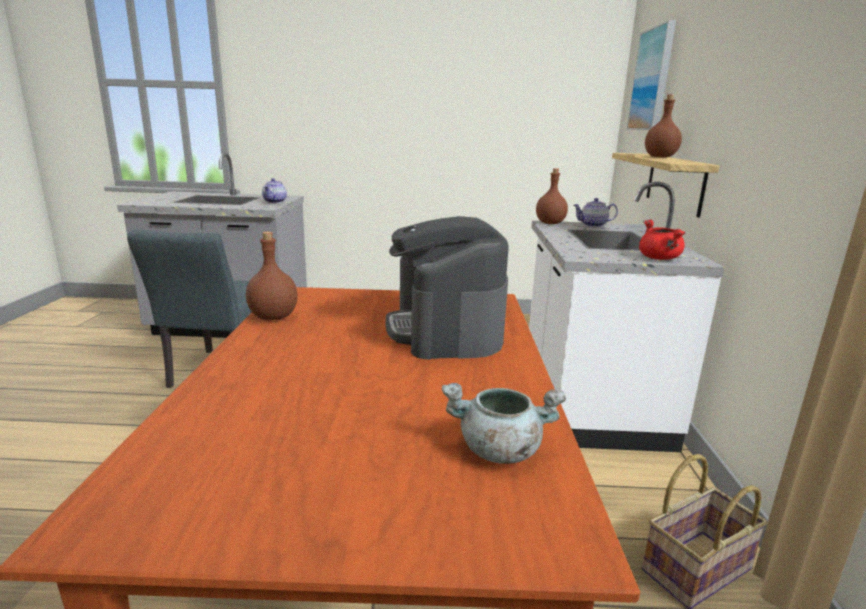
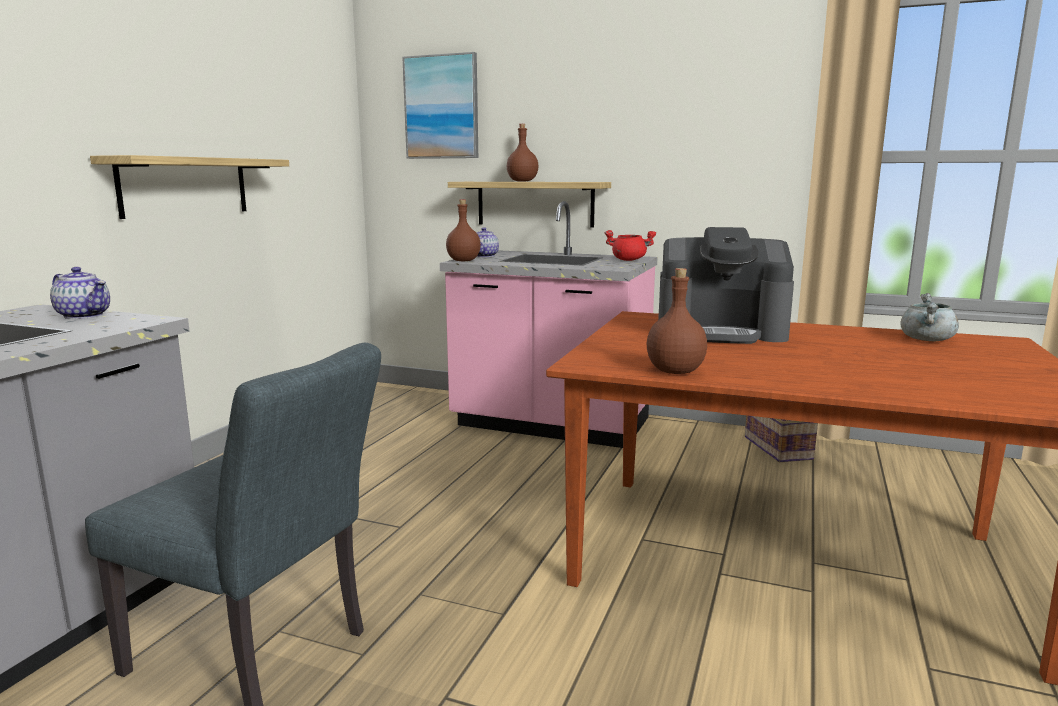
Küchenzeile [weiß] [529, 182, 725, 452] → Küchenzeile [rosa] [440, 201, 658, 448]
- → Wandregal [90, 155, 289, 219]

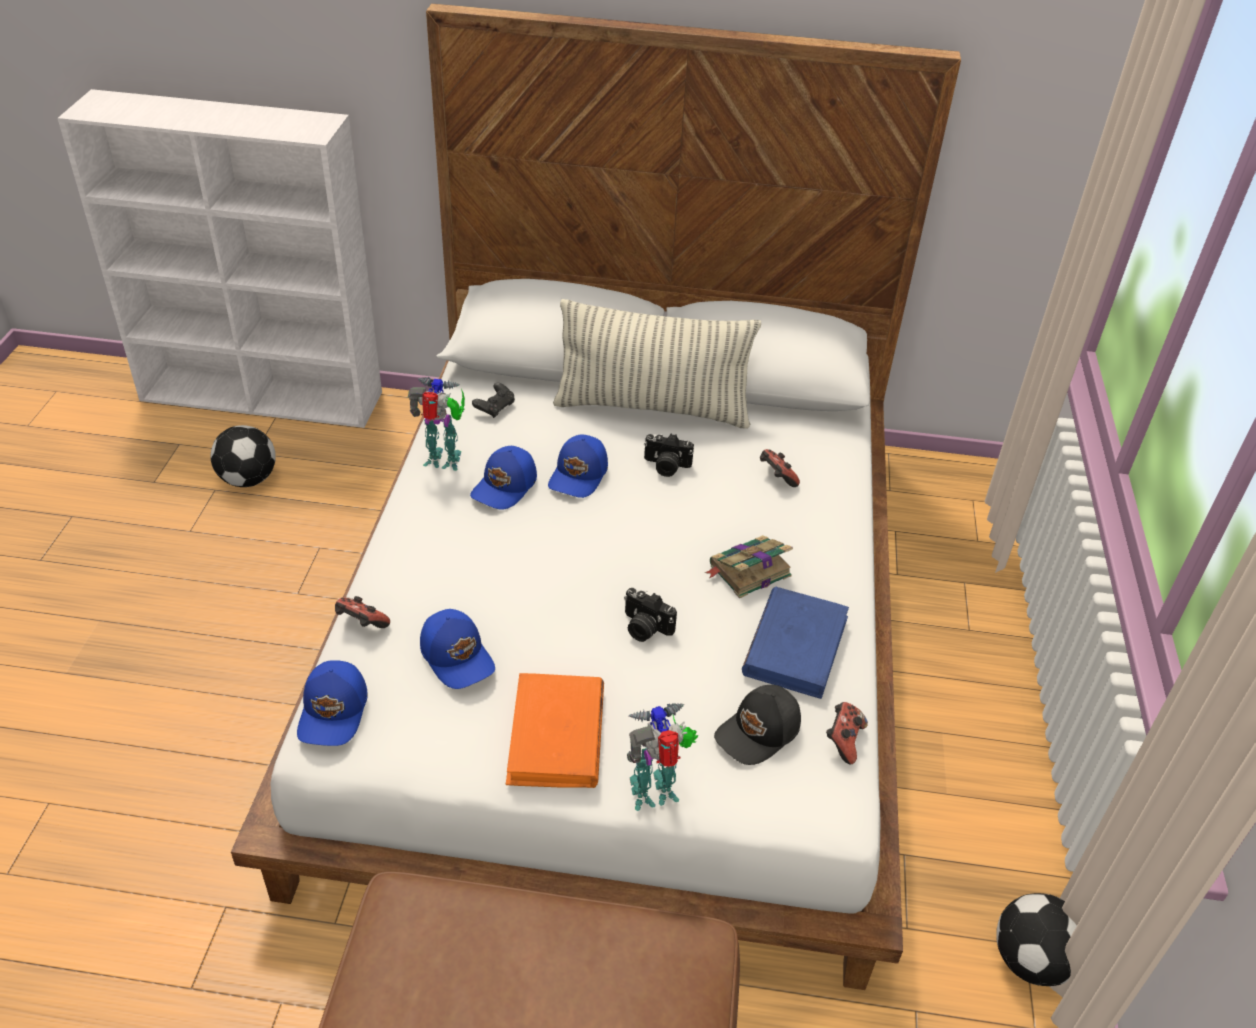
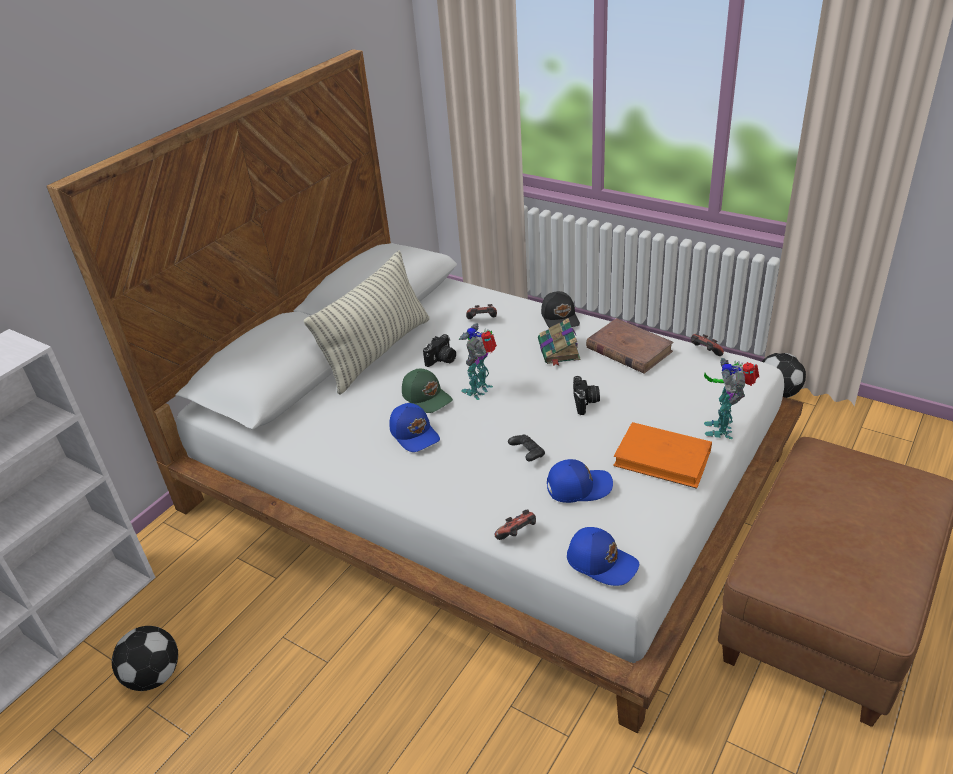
Spielzeugroboter [408, 377, 465, 471] → Spielzeugroboter [459, 323, 497, 400], moved
Gamepad [schwarz] [472, 383, 515, 418] → Gamepad [schwarz] [508, 435, 545, 461], moved
Kappe [blau] [548, 434, 608, 498] → Kappe [grün] [402, 369, 453, 413]
Kamera [624, 588, 677, 642] → Kamera [573, 376, 600, 415], 60 degrees counterclockwise
Kappe [schwarz] [714, 685, 801, 765] → Kappe [schwarz] [541, 291, 580, 328], moved
Buch [blau] [742, 587, 849, 699] → Buch [braun] [586, 318, 674, 374]

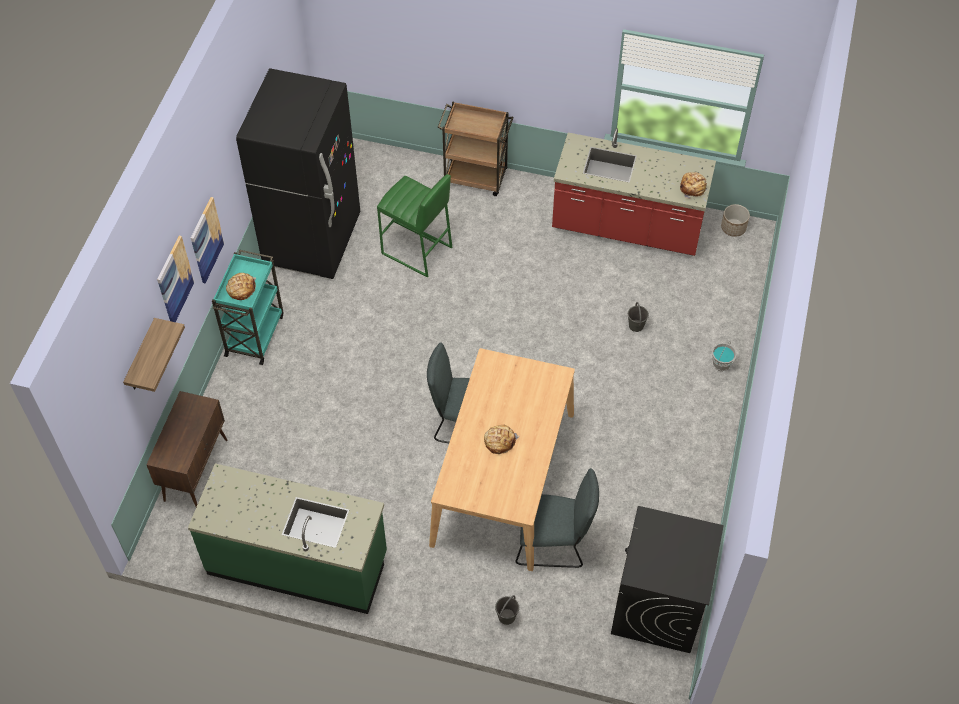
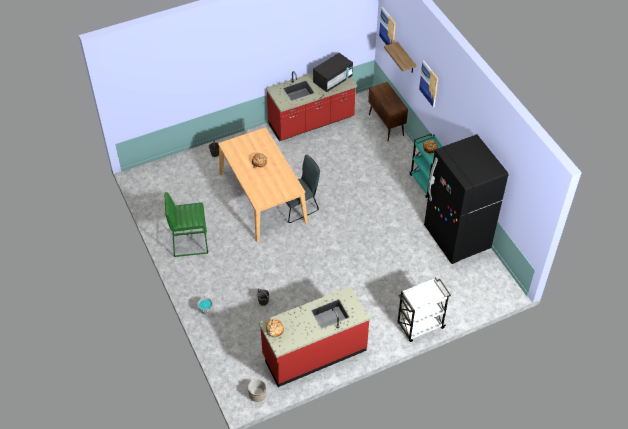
Küchenzeile [grün] [188, 463, 387, 614] → Küchenzeile [rot] [266, 71, 357, 141]
Bild [191, 197, 224, 283] → Bild [379, 7, 396, 45], moved
Hocker [grün] [377, 174, 453, 278] → Hocker [grün] [165, 192, 208, 257], moved
Rollwagen [braun] [438, 102, 514, 196] → Rollwagen [weiß] [398, 278, 451, 342]
Stuhl [grau] [515, 468, 599, 568] → -
Waschmaschine [schwarz] [611, 506, 724, 653] → -
- → Mikrowelle [schwarz] [313, 53, 353, 92]

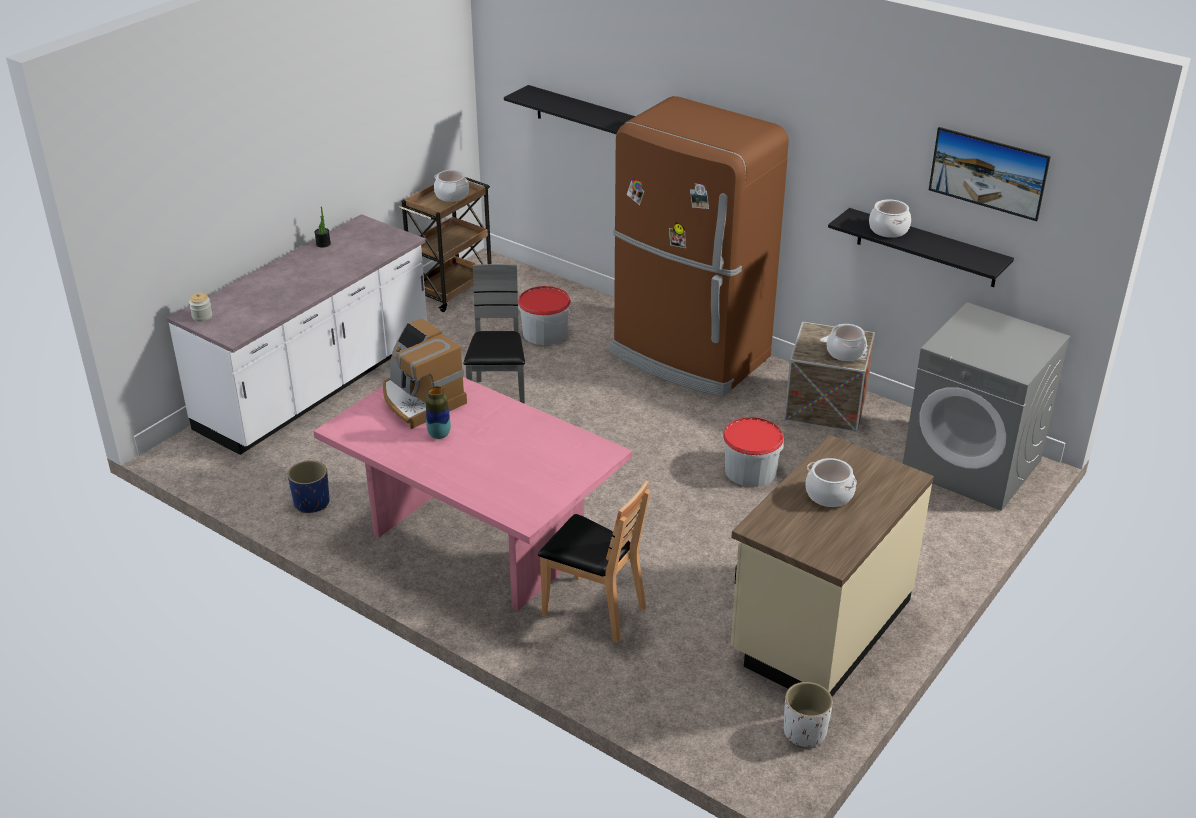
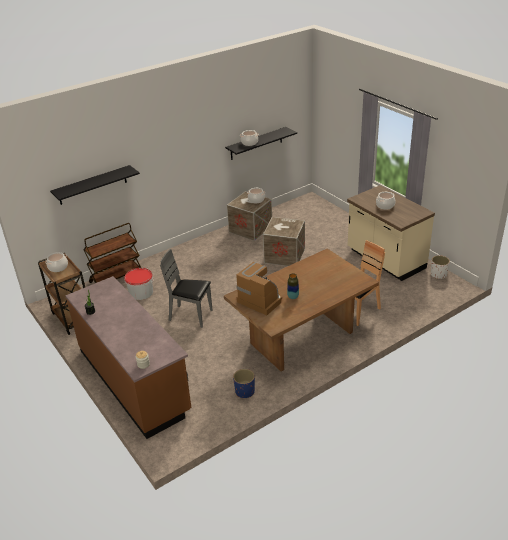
Küchenzeile [weiß] [167, 214, 427, 455] → Küchenzeile [braun] [65, 276, 192, 439]
Esstisch [rosa] [314, 377, 632, 611] → Esstisch [braun] [224, 248, 379, 372]
Kaffeemaschine [383, 318, 467, 429] → Kaffeemaschine [236, 262, 282, 315], 120 degrees counterclockwise
Kühlschrank [braun] [609, 96, 789, 397] → -
Eimer [722, 417, 784, 487] → Kiste [263, 217, 305, 266]
Waschmaschine [grau] [903, 302, 1070, 511] → -
Bild [929, 127, 1051, 221] → -
- → Rollwagen [braun] [83, 223, 141, 283]

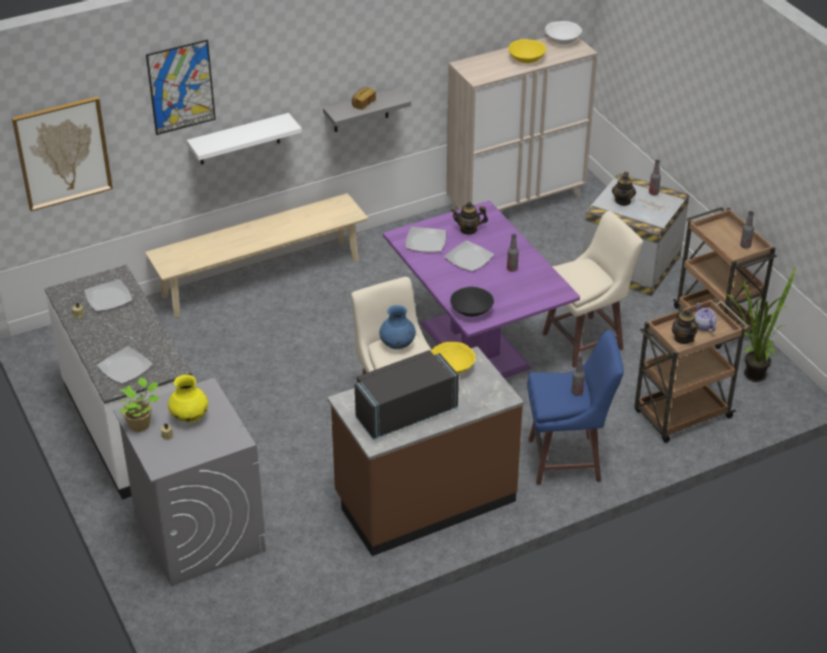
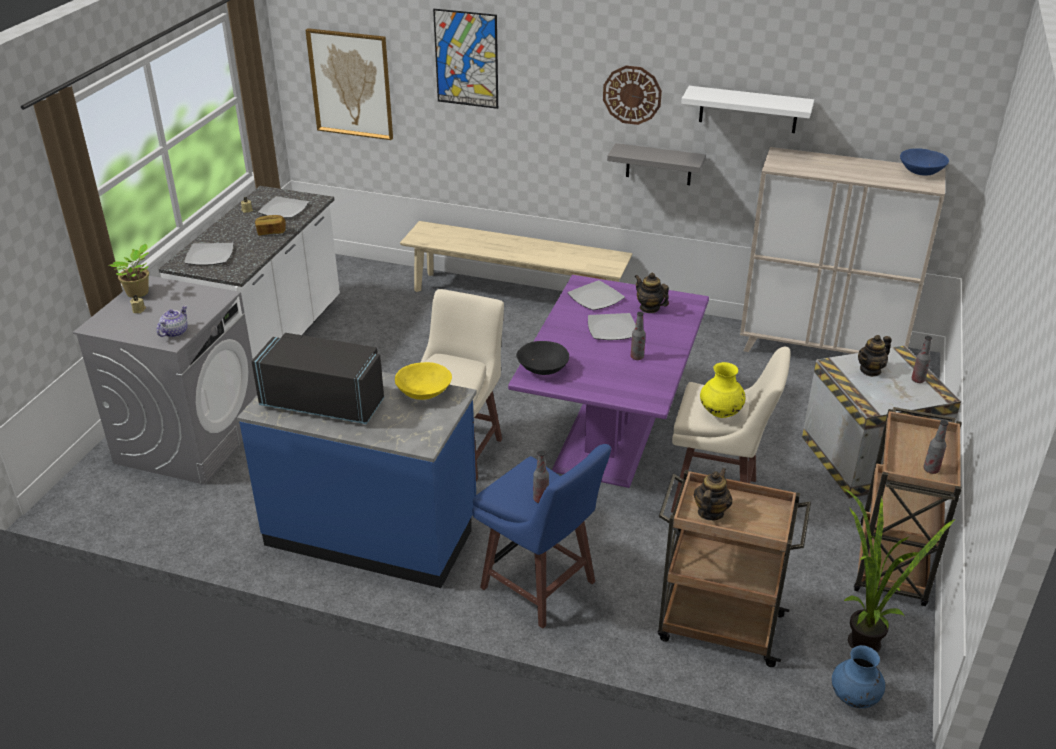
Vase [gelb] [168, 375, 208, 422] → Vase [gelb] [700, 362, 745, 418], moved
Wandregal [weiß] [187, 113, 302, 164] → Wandregal [weiß] [681, 86, 814, 133], moved
Küchenzeile [braun] [327, 346, 524, 556] → Küchenzeile [blau] [237, 372, 477, 588]
Brot [352, 87, 376, 110] → Brot [255, 215, 286, 235], moved
Vase [blau] [379, 305, 416, 349] → Vase [blau] [832, 645, 885, 708], moved
Schüssel [gelb] [508, 39, 546, 63] → -
Schüssel [weiß] [545, 21, 582, 44] → Schüssel [blau] [900, 148, 949, 176]
Teekanne [694, 303, 717, 332] → Teekanne [157, 305, 188, 337], moved
- → Wanduhr [603, 66, 662, 125]

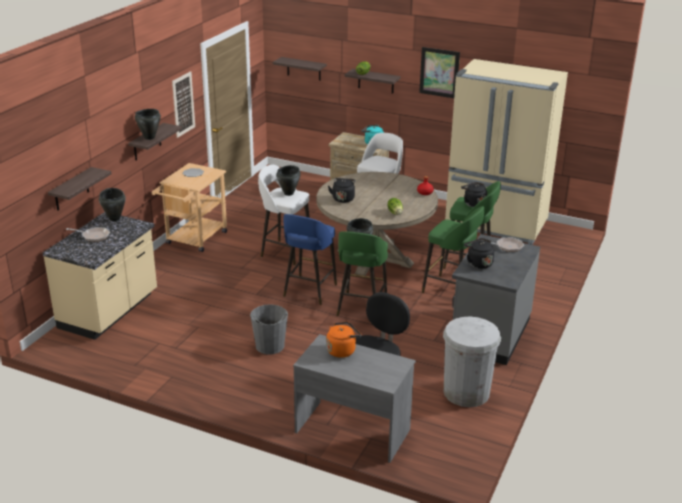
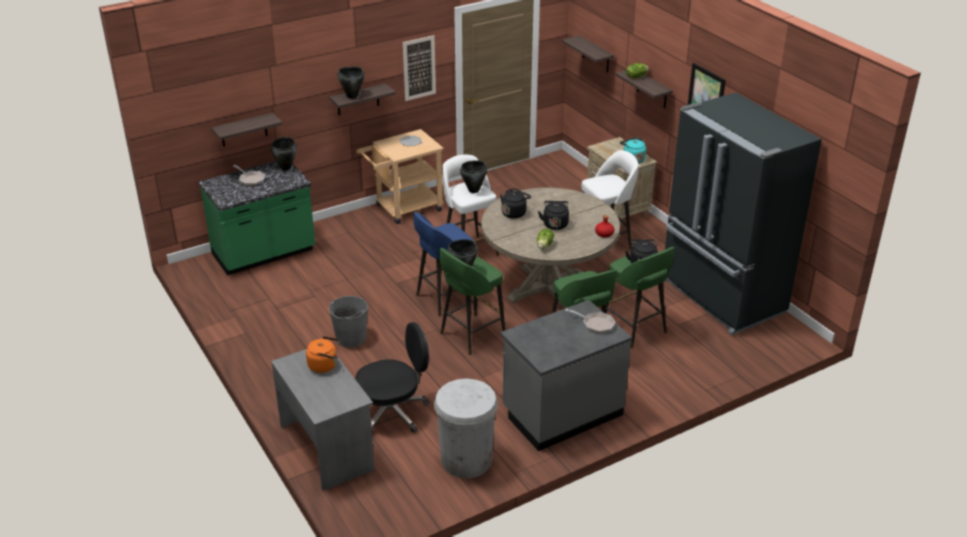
Küchenzeile [beige] [43, 212, 157, 340] → Küchenzeile [grün] [199, 161, 315, 275]
Kühlschrank [beige] [445, 59, 568, 245] → Kühlschrank [schwarz] [664, 92, 822, 335]
Wasserkessel [schwarz] [464, 238, 494, 269] → Wasserkessel [schwarz] [538, 201, 569, 230], moved

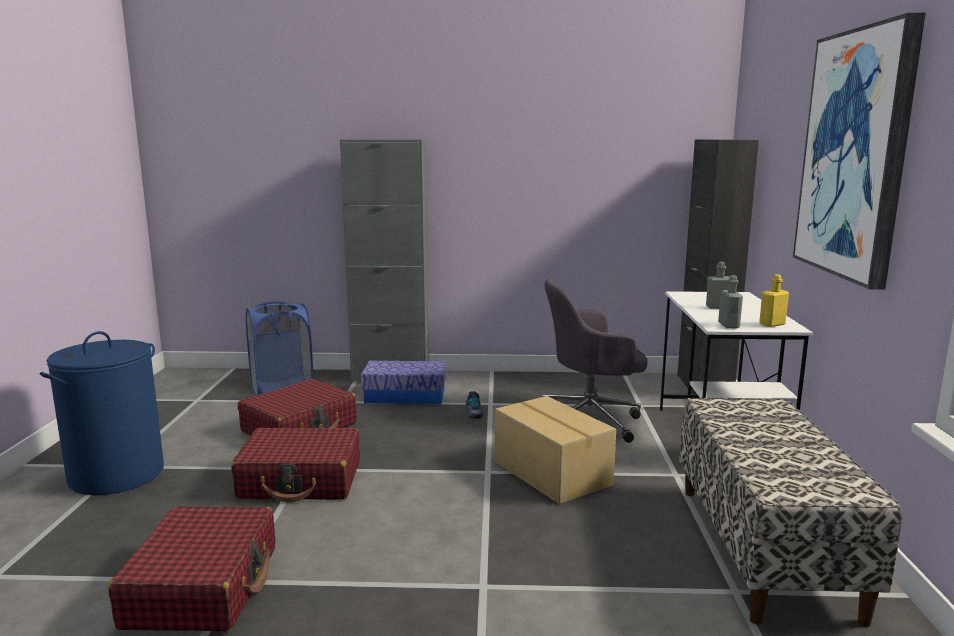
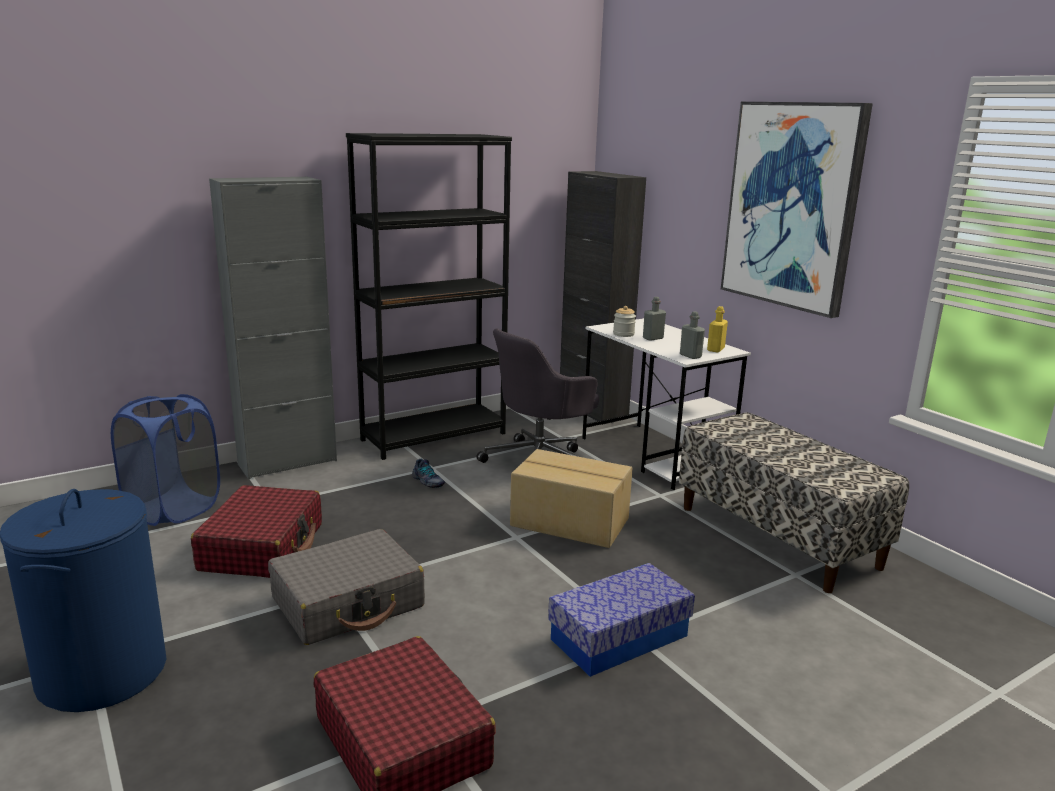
Koffer [rot] [231, 428, 360, 502] → Koffer [grau] [268, 529, 425, 645]
Aufbewahrungsbox [361, 361, 446, 404] → Aufbewahrungsbox [548, 563, 695, 677], moved
- → Bücherregal [schwarz] [346, 133, 512, 460]
- → Vorratsglas [613, 306, 636, 337]

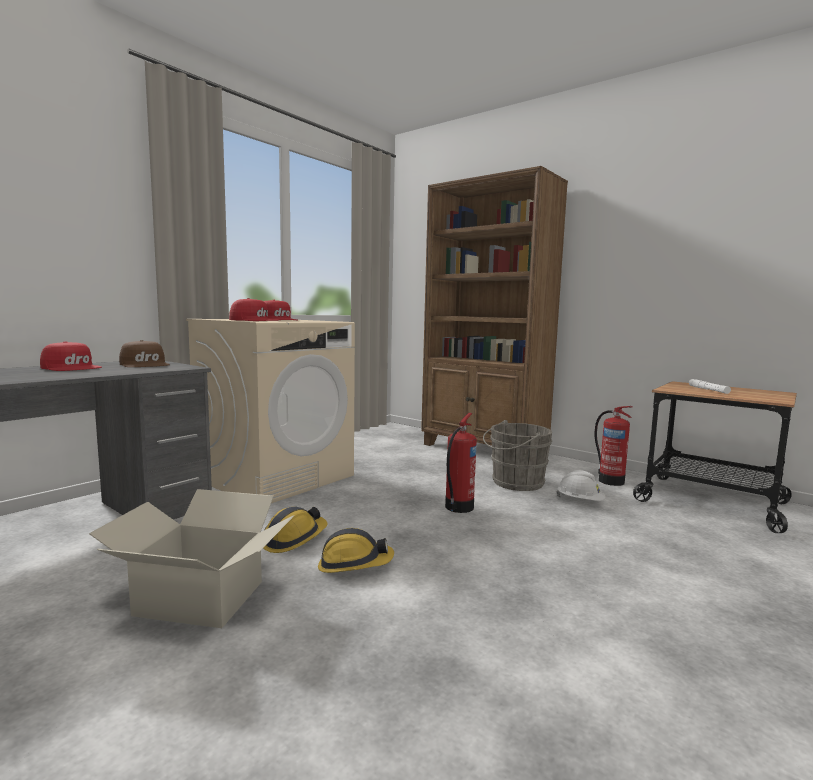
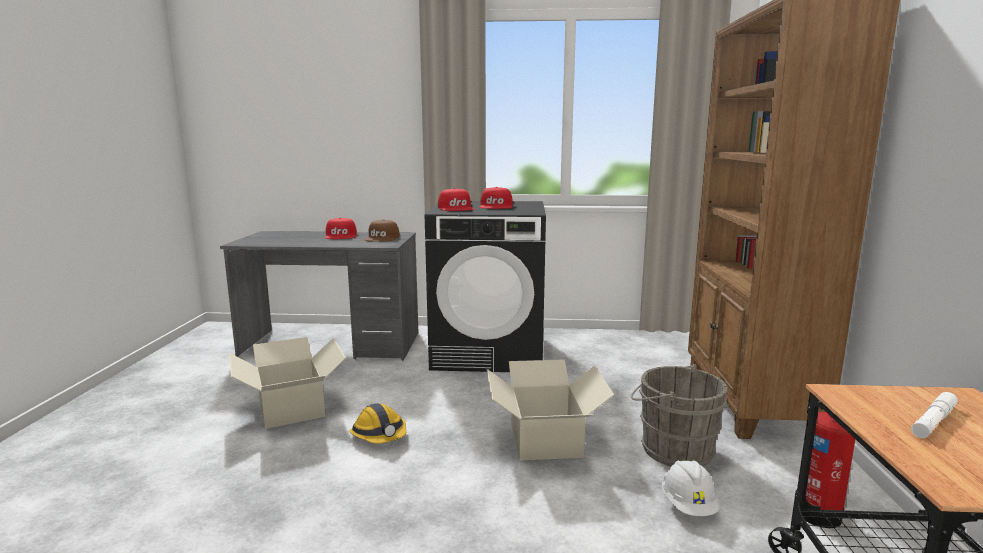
Waschmaschine [beige] [186, 319, 355, 503] → Waschmaschine [schwarz] [425, 201, 546, 372]
Schutzhelm [263, 507, 327, 553] → -
Feuerlöscher [445, 413, 477, 513] → Karton [487, 359, 614, 461]

